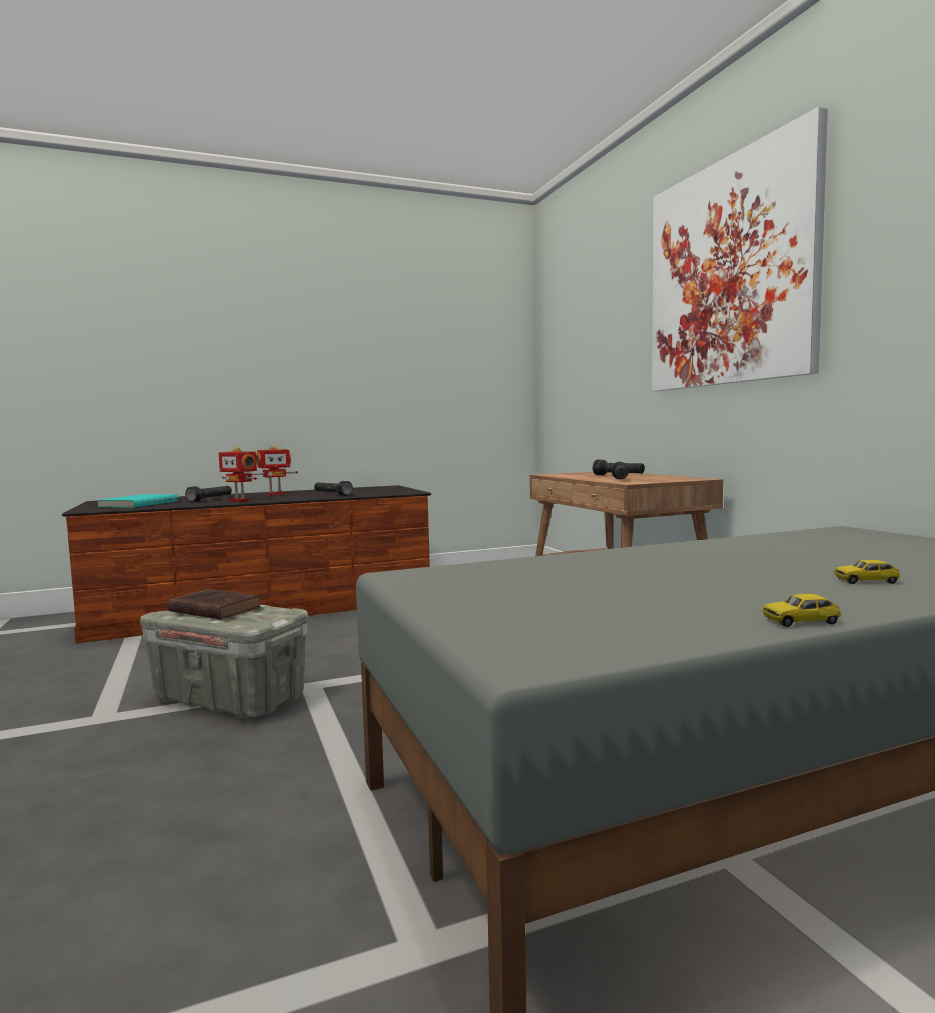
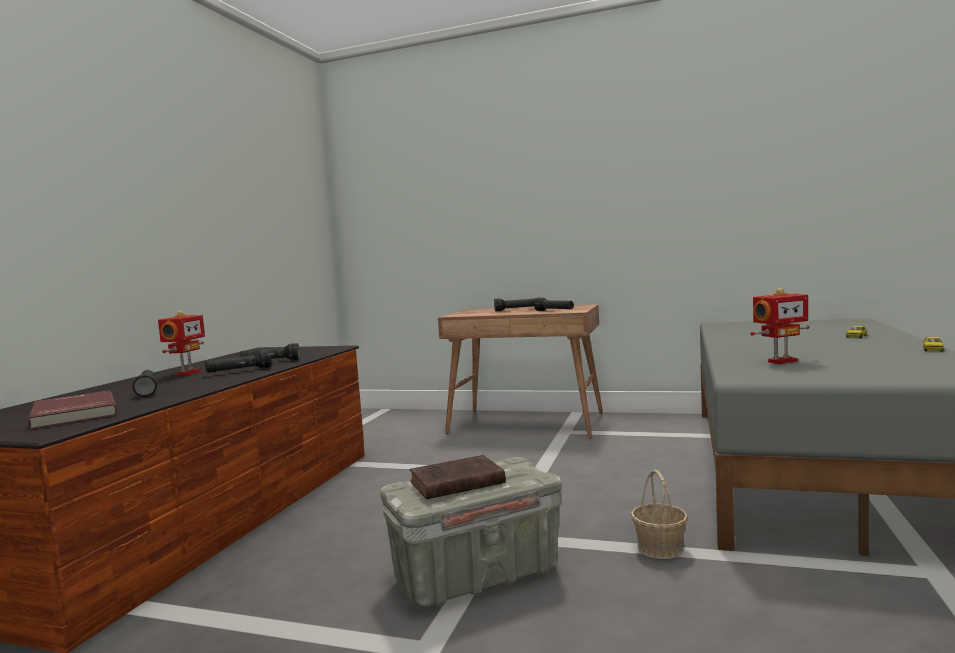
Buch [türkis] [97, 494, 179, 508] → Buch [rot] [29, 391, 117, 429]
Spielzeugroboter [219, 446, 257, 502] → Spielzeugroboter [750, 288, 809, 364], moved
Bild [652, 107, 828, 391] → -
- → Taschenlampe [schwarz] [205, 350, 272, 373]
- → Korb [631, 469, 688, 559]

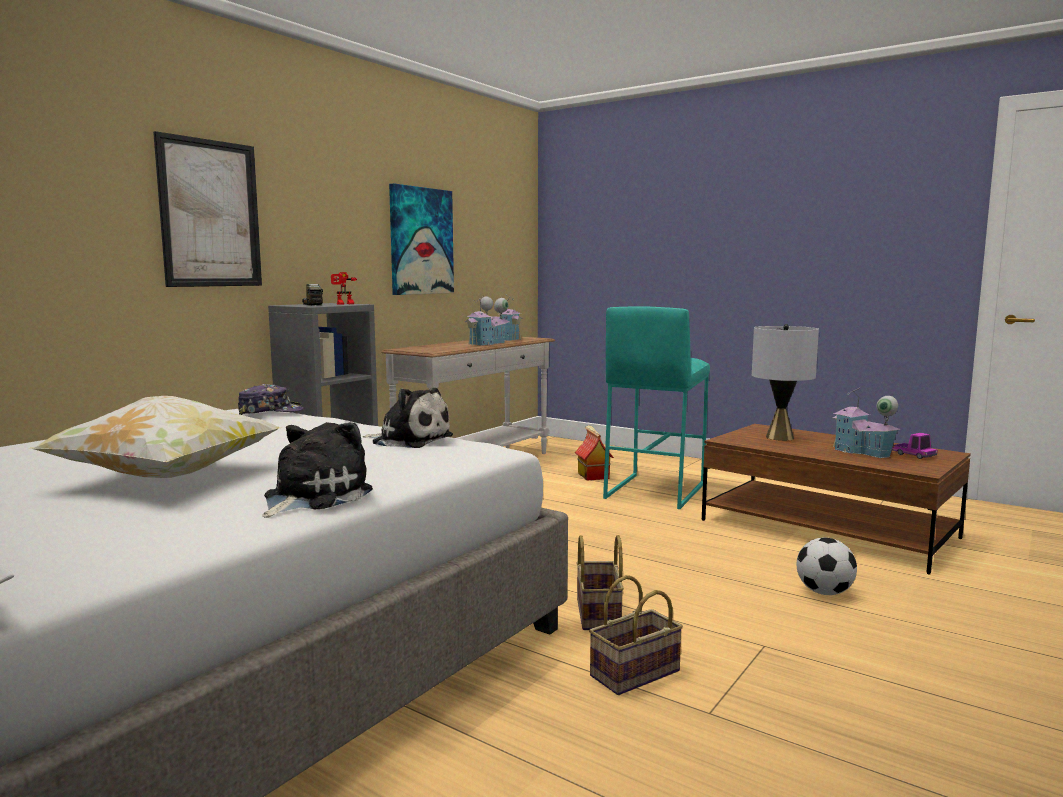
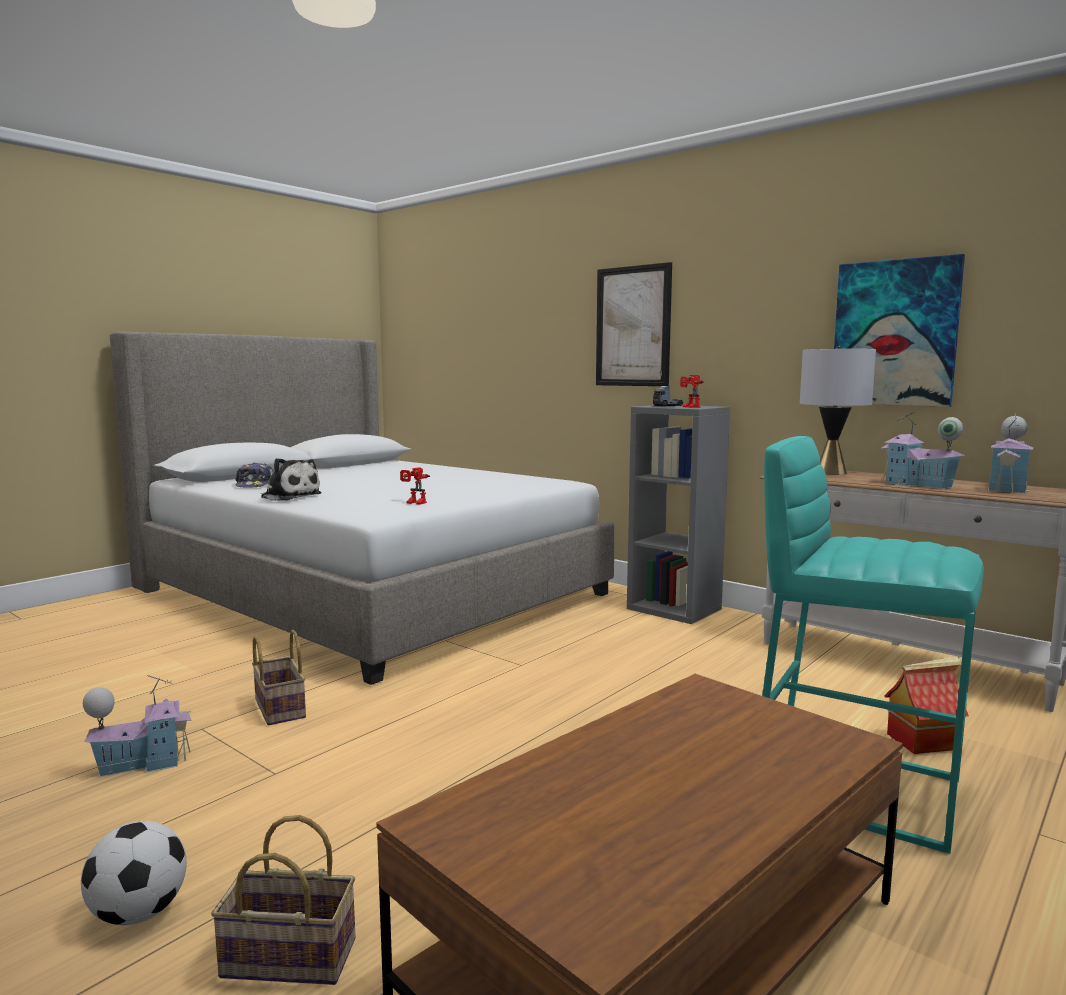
Kissen [28, 396, 283, 478] → -
Kappe [238, 384, 304, 415] → Kappe [235, 463, 274, 488], moved
Plüschtier [362, 388, 453, 448] → Spielzeugroboter [400, 467, 430, 505]
Korb [576, 535, 624, 630] → Korb [211, 815, 355, 985], moved
Tischlampe [grau] [752, 324, 819, 441] → Tischlampe [grau] [800, 345, 876, 475], moved
Fußball [796, 537, 857, 595] → Fußball [81, 821, 187, 925], moved
Spielzeughaus [832, 388, 901, 458] → Spielzeughaus [83, 675, 191, 777], moved
Spielzeuglaster [892, 433, 937, 459] → -

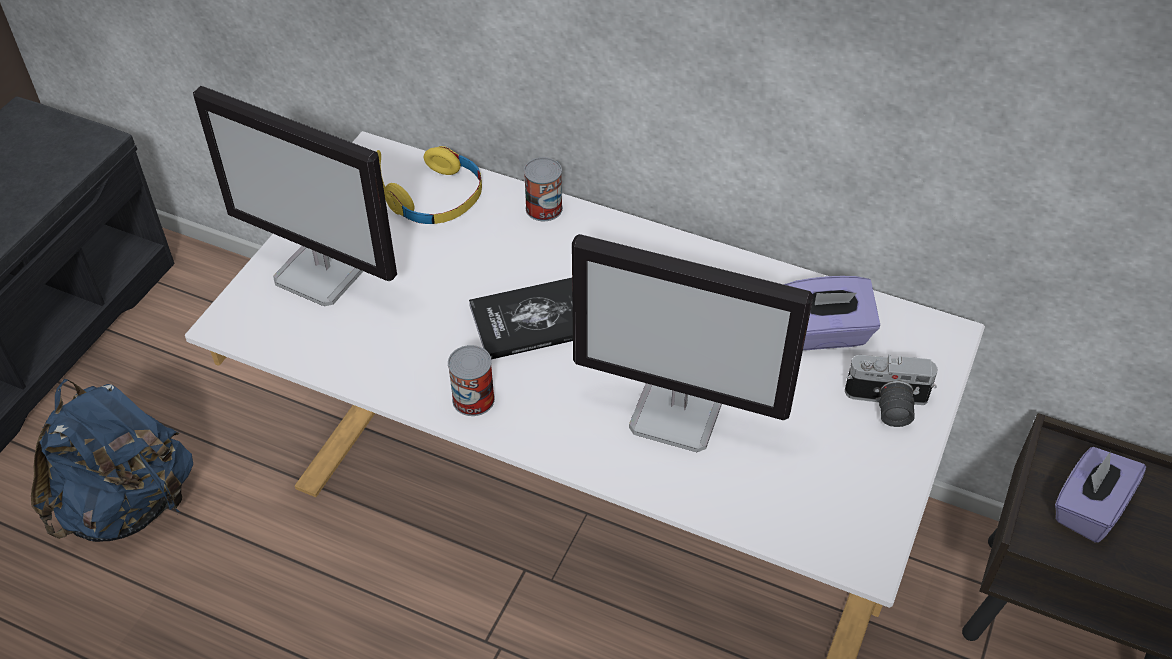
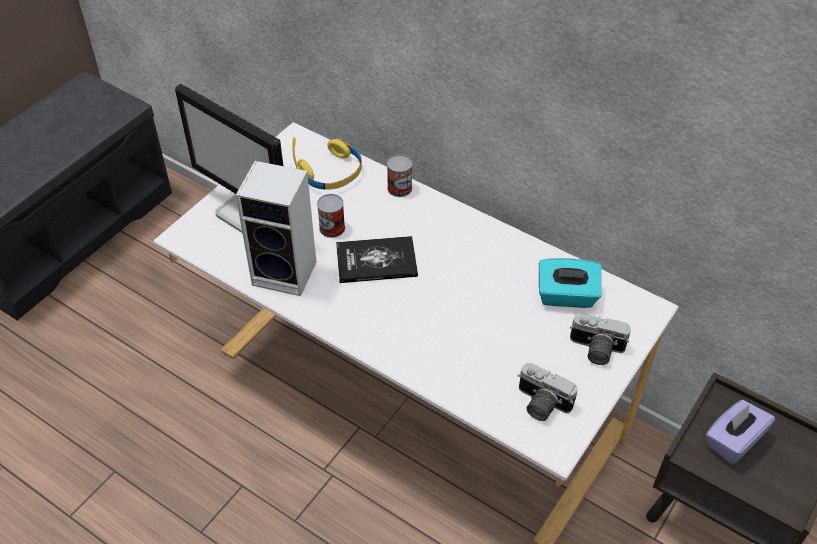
Rucksack [blau] [31, 379, 193, 542] → -
Dose [448, 345, 495, 416] → Dose [317, 194, 345, 238], moved
Monitor [572, 234, 814, 452] → -
Taschentuchbox [lila] [784, 276, 880, 350] → Taschentuchbox [türkis] [539, 258, 601, 308]
- → Lautsprecher [236, 161, 316, 296]
- → Kamera [518, 363, 577, 421]

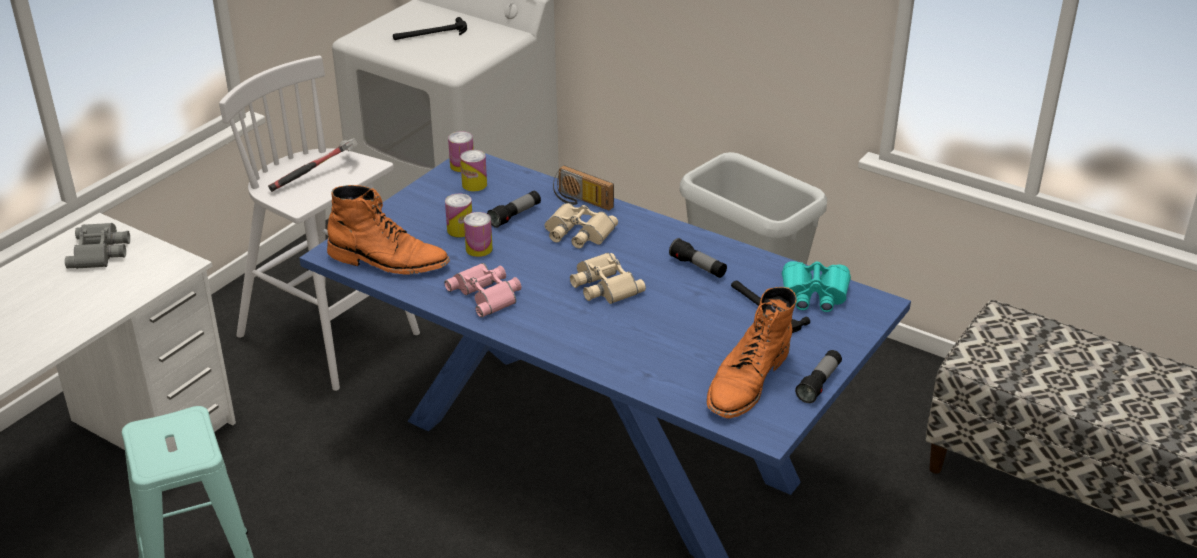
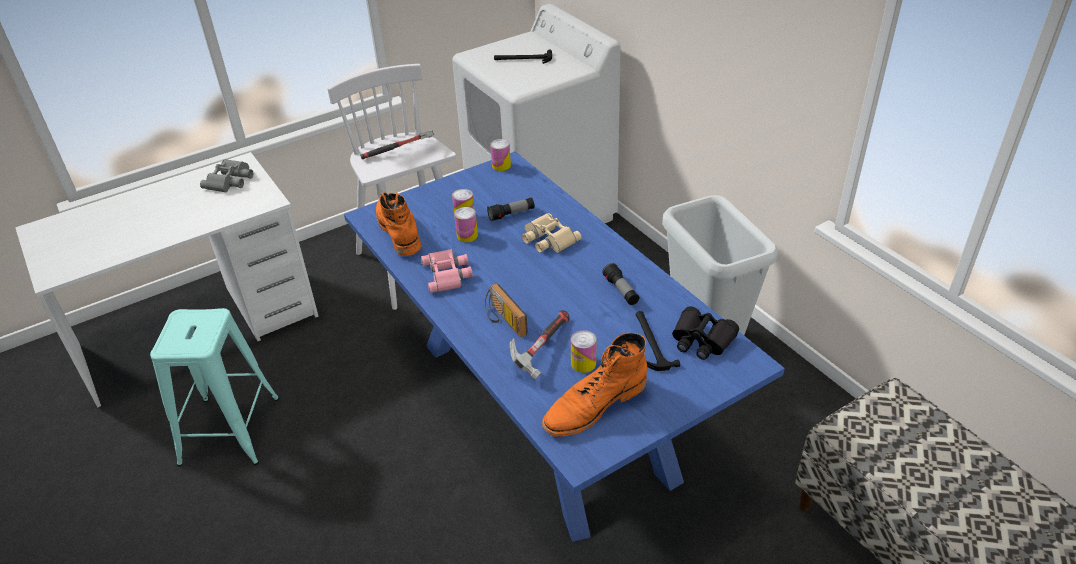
Stiefel [orange] [327, 185, 450, 275] → Stiefel [orange] [376, 192, 421, 256], 150 degrees counterclockwise
Dose [460, 150, 487, 191] → Dose [571, 330, 597, 373], moved
Radio [553, 165, 614, 210] → Radio [485, 283, 528, 337], moved
Fernglas [beige] [570, 253, 646, 304] → -
Fernglas [türkis] [782, 261, 851, 312] → Fernglas [schwarz] [672, 306, 739, 360]
Taschenlampe [795, 350, 842, 403] → -
- → Hammer [510, 310, 569, 380]

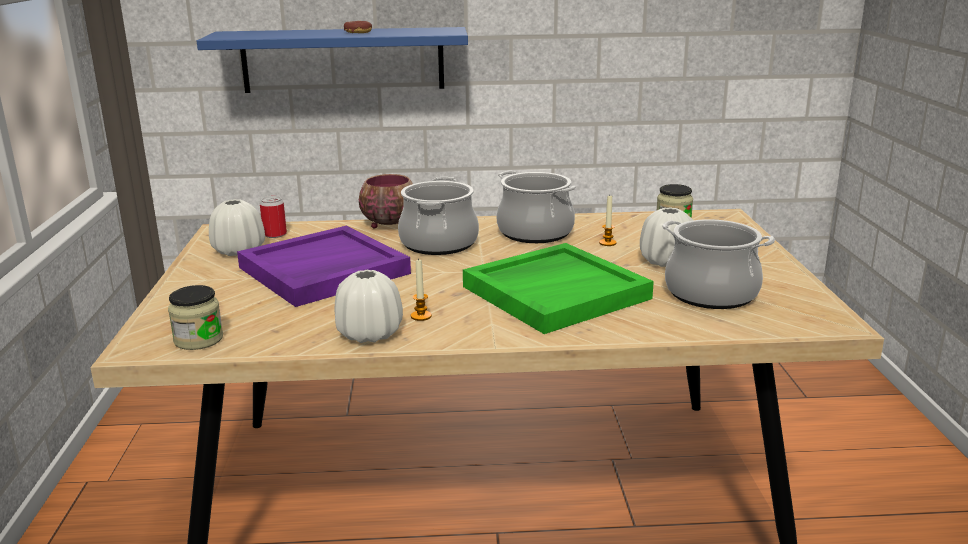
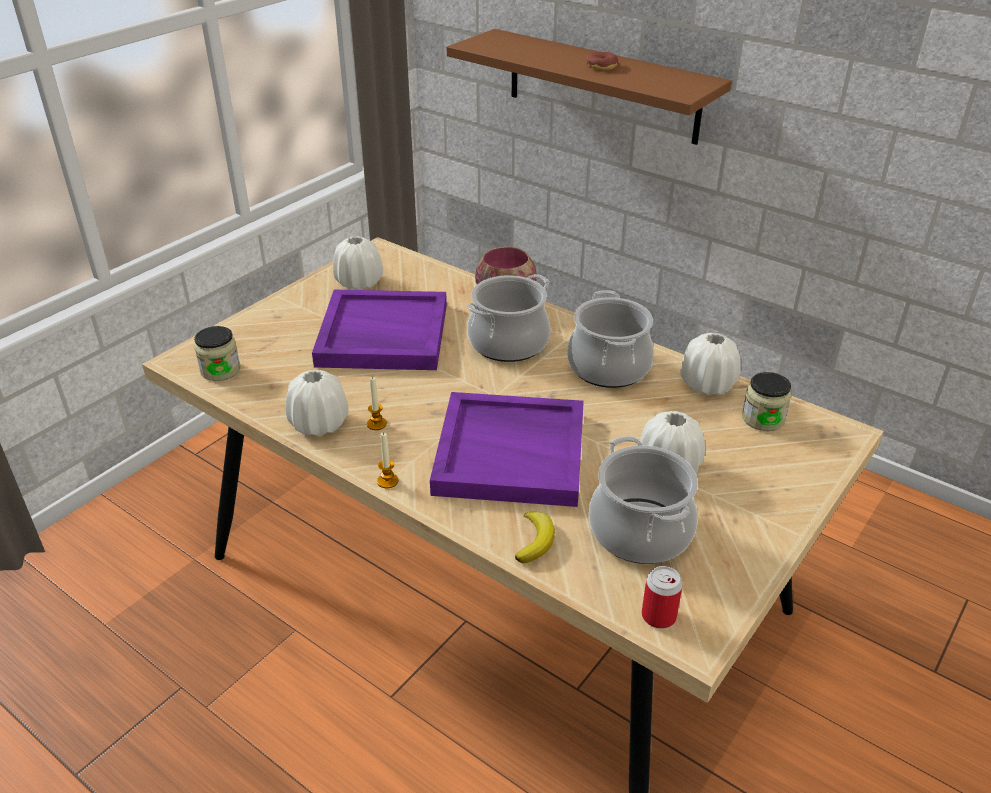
Wandregal [blau] [197, 27, 468, 93] → Wandregal [braun] [447, 29, 732, 145]
Dose [260, 196, 287, 238] → Dose [642, 566, 683, 629], moved
Tablett [grün] [463, 243, 654, 334] → Tablett [lila] [430, 392, 584, 507]
Kerze [599, 196, 617, 246] → Kerze [377, 432, 398, 489], moved
- → Banane [515, 512, 555, 564]
- → Vase [weiß] [680, 333, 741, 395]

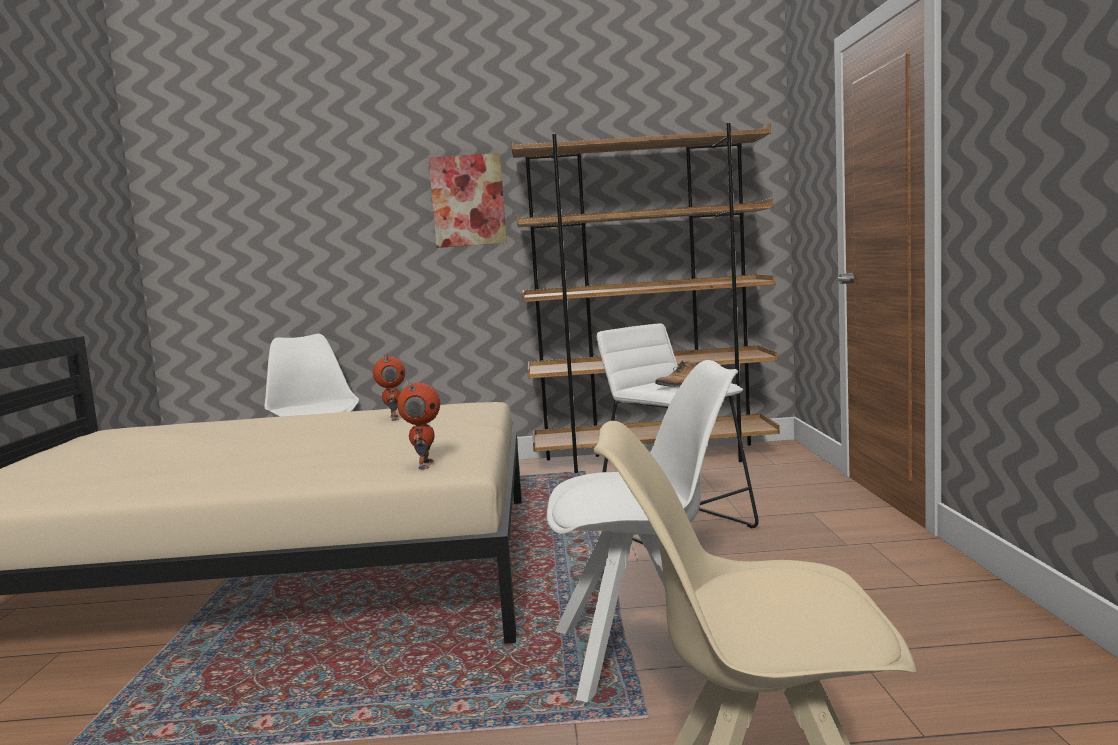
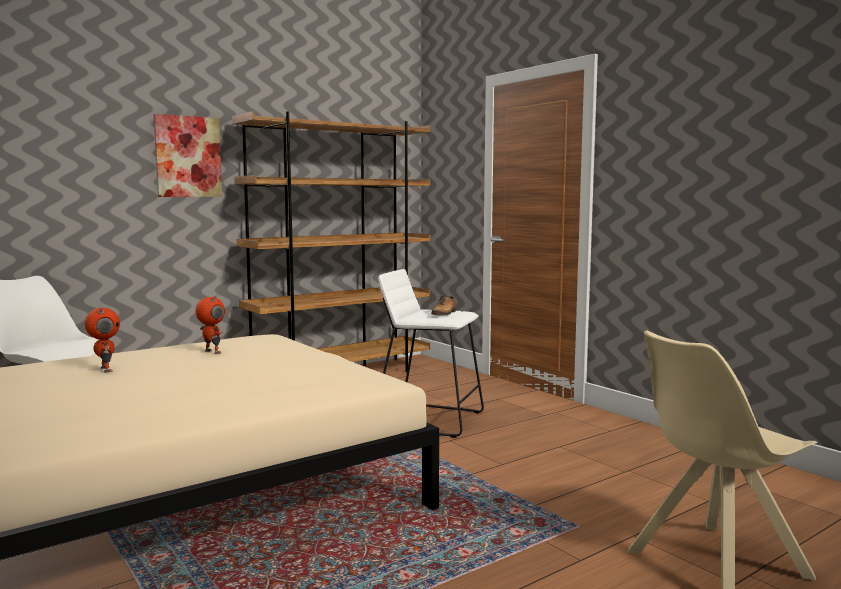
Spielzeugroboter [397, 380, 440, 469] → Spielzeugroboter [85, 305, 120, 373], moved
Stuhl [weiß] [547, 360, 738, 702] → -

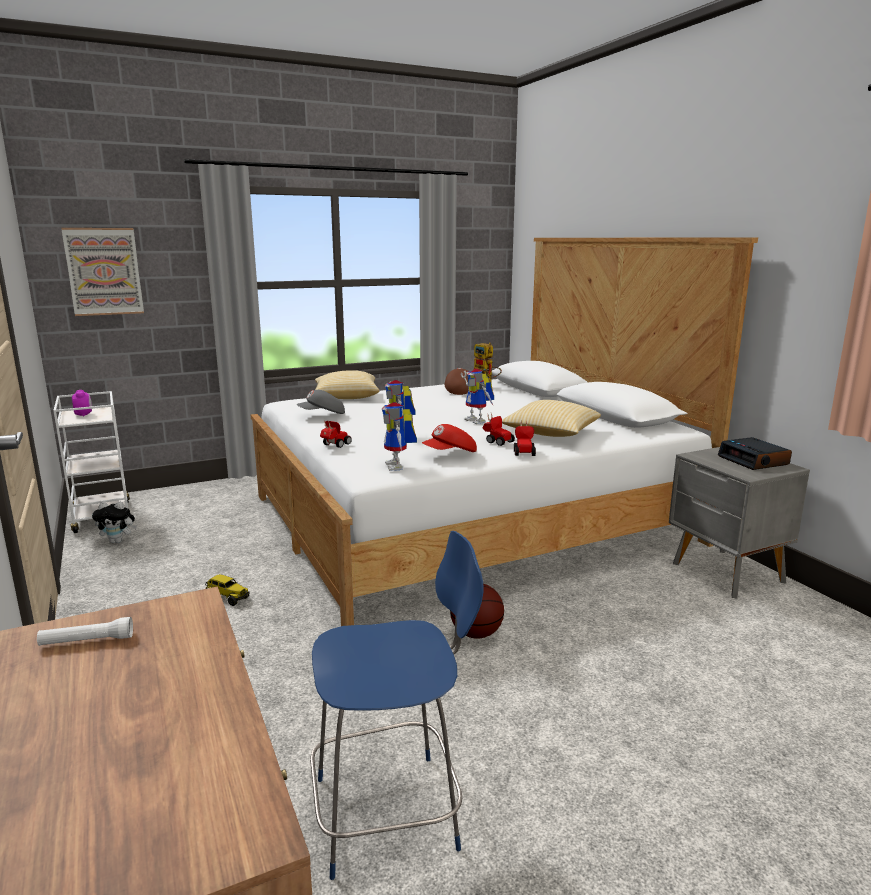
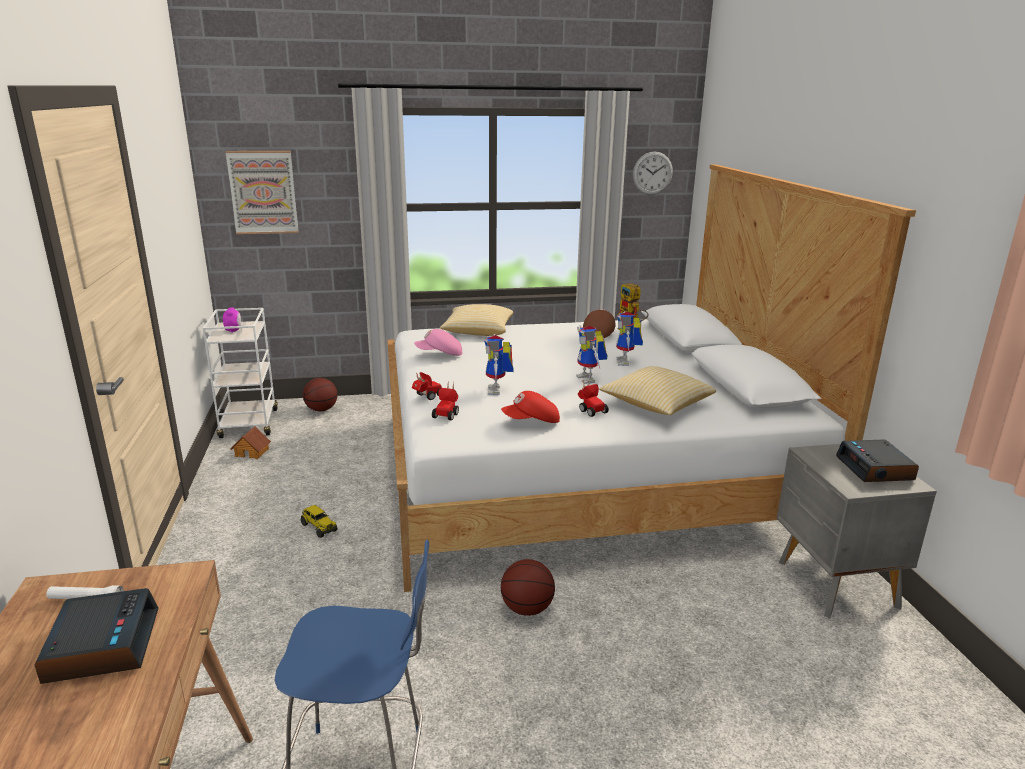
Plüschtier [92, 502, 137, 543] → Spielzeughaus [230, 426, 271, 459]
Kappe [grau] [297, 390, 345, 414] → Kappe [rosa] [414, 329, 462, 356]
Spielzeugroboter [382, 402, 417, 471] → Spielzeugroboter [616, 311, 643, 366], moved
Spielzeugauto [514, 421, 536, 456] → Spielzeugauto [432, 382, 459, 421], moved
- → Wecker [34, 588, 158, 684]
- → Basketball [303, 378, 338, 412]
- → Wanduhr [633, 151, 673, 195]

